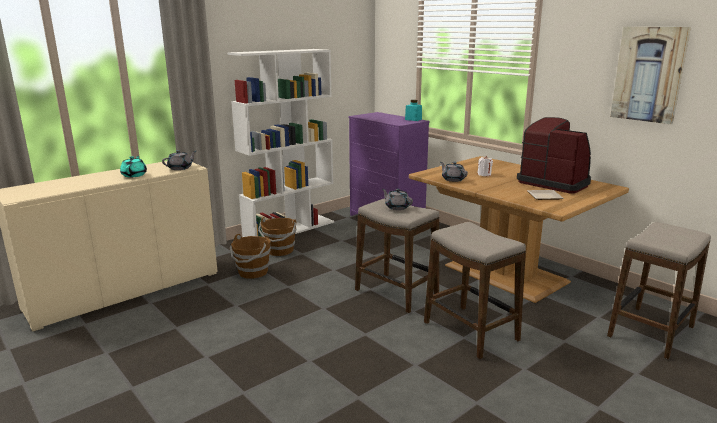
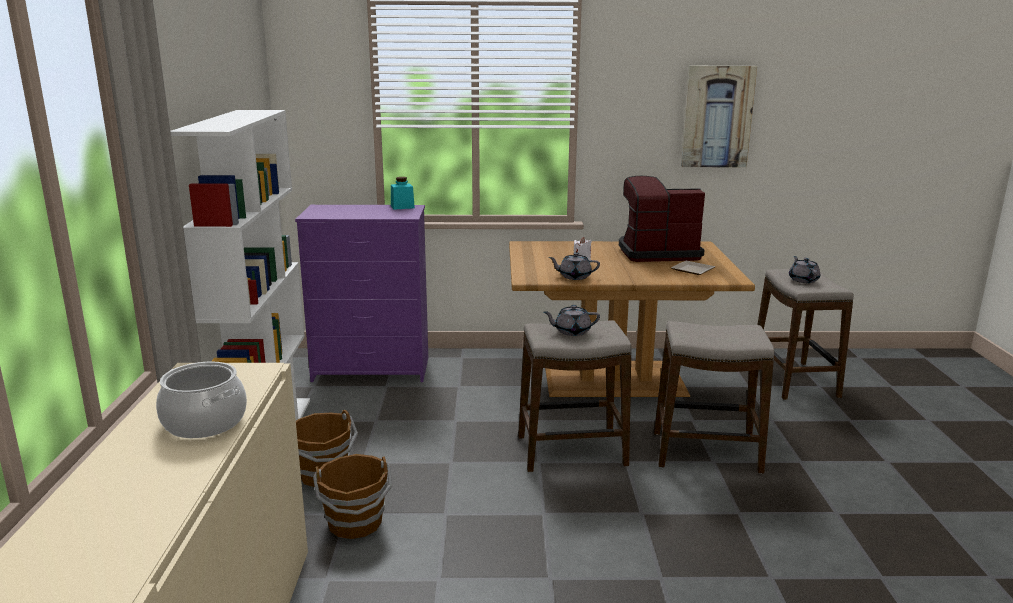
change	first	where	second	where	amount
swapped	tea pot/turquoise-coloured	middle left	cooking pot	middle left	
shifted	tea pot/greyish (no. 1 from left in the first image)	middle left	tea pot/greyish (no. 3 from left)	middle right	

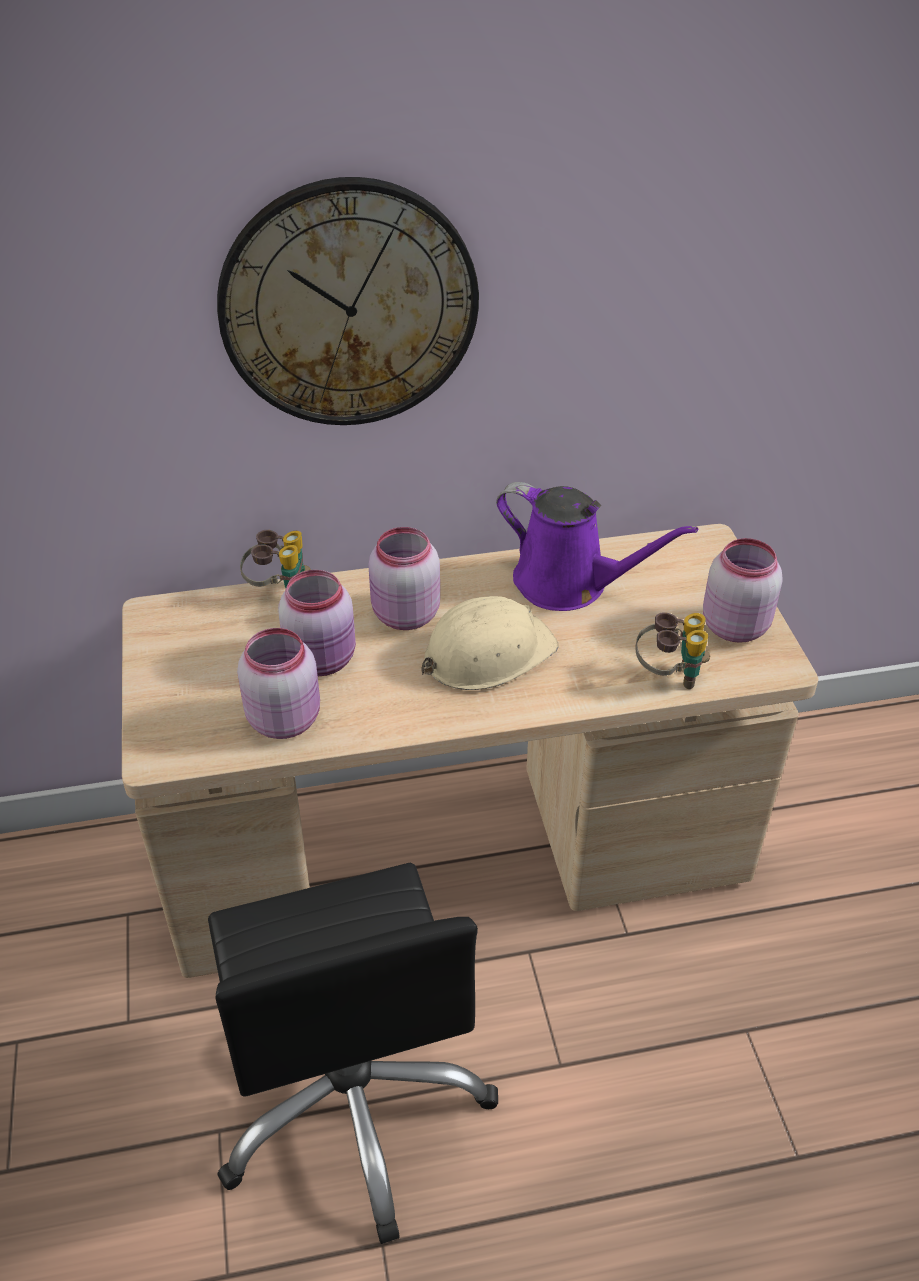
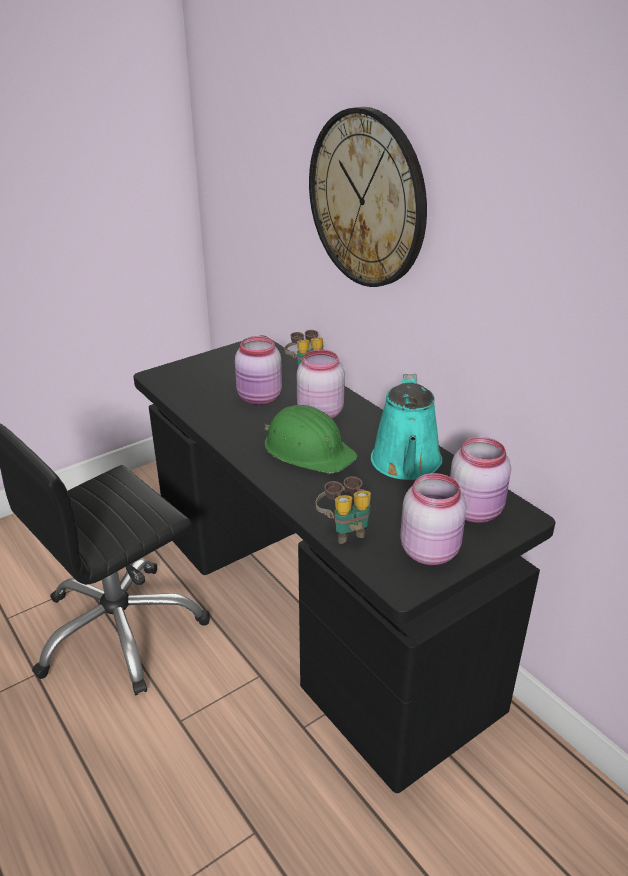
change	first	where	second	where	amount
repainted	desk table/beige-coloured	centre	desk table/black-coloured	centre	
shifted	preserve jar/pink (no. 1 from left in the first image)	middle left	preserve jar/pink (no. 4 from left)	middle right	
repainted	hard hat/beige-coloured	centre	hard hat/green-coloured	centre	
repainted	watering can/purple	centre	watering can/turquoise-coloured	centre	

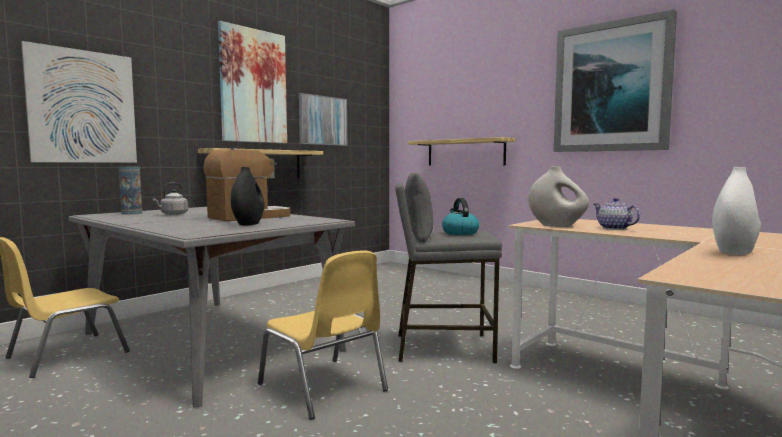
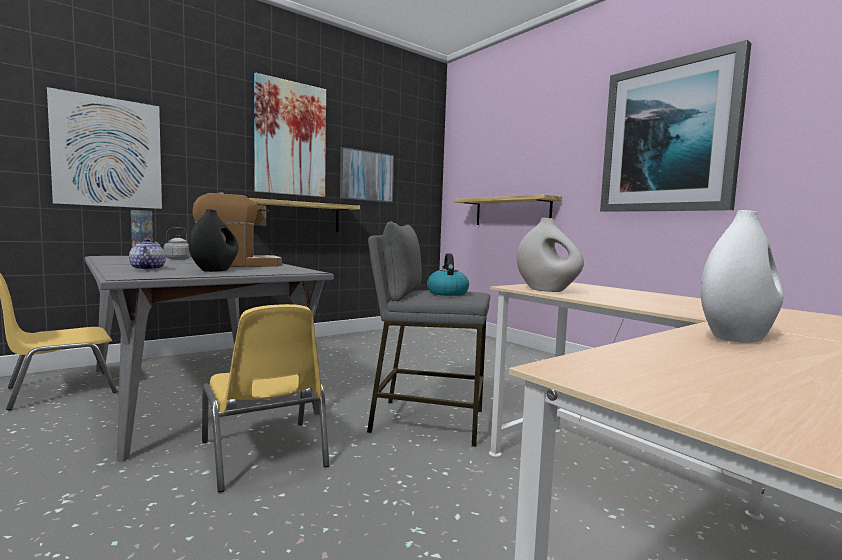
change	first	where	second	where	amount
shifted	tea pot	middle right		middle left	

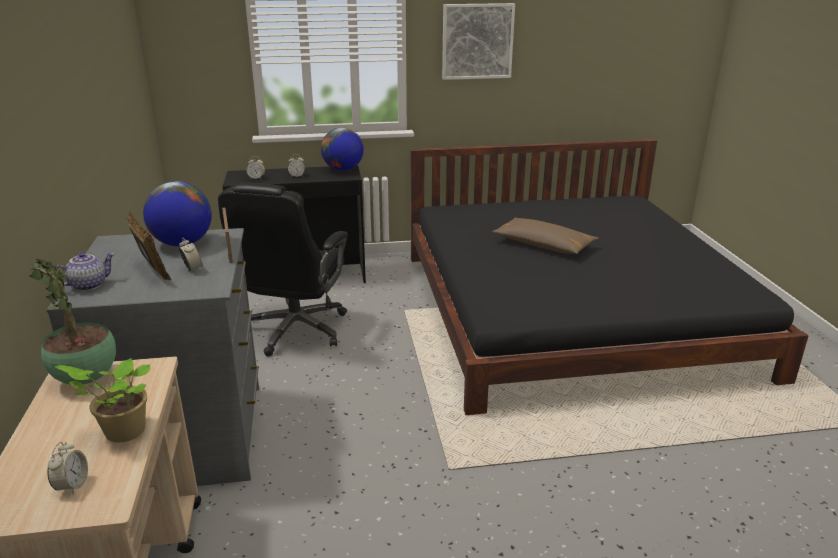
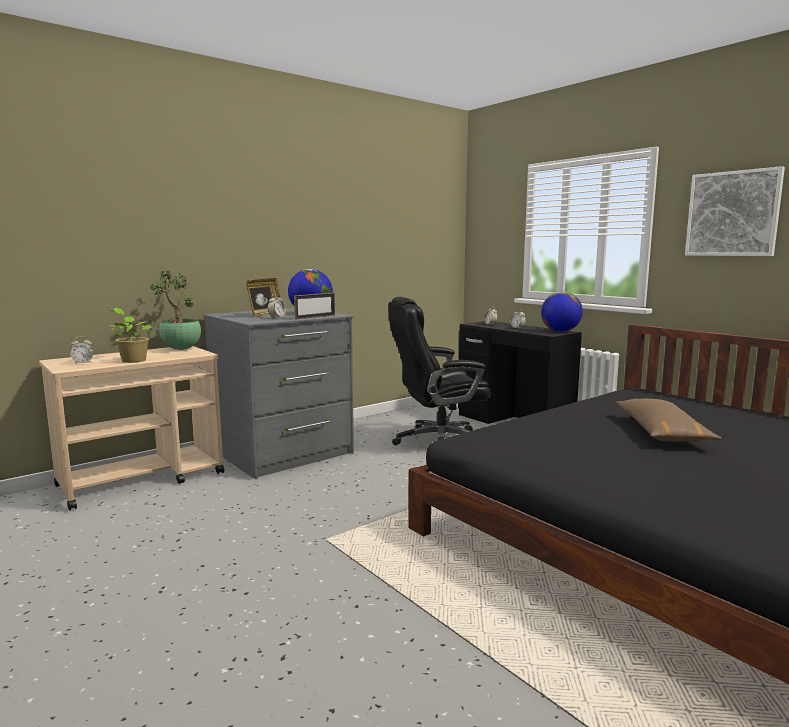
change	first	where	second	where	amount
gone	tea pot	middle left			

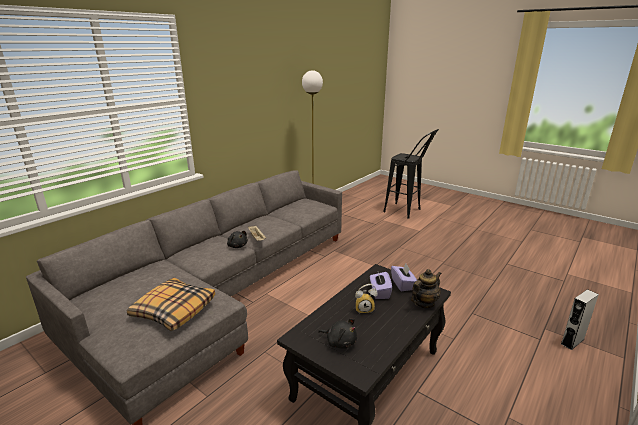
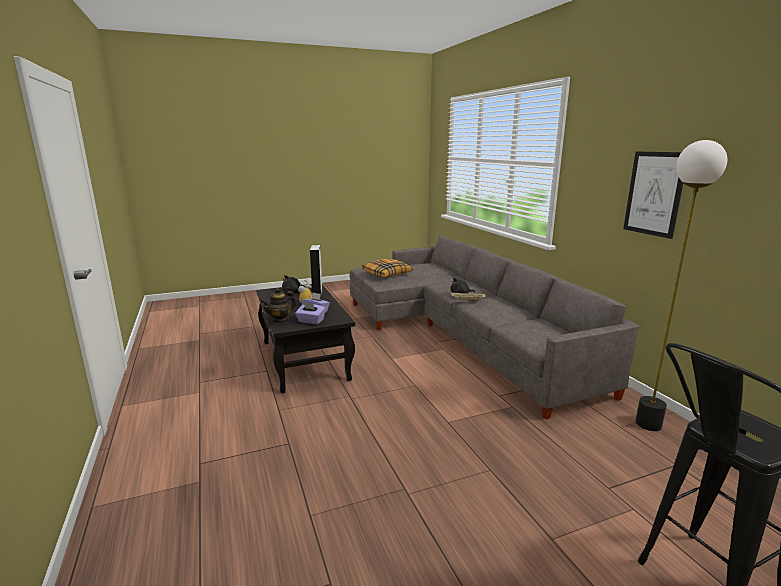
change	first	where	second	where	amount
rotated	tea pot	bottom right		centre	60 degrees clockwise
shifted	speaker/greyish	bottom right		centre	
new			wall picture	top right	

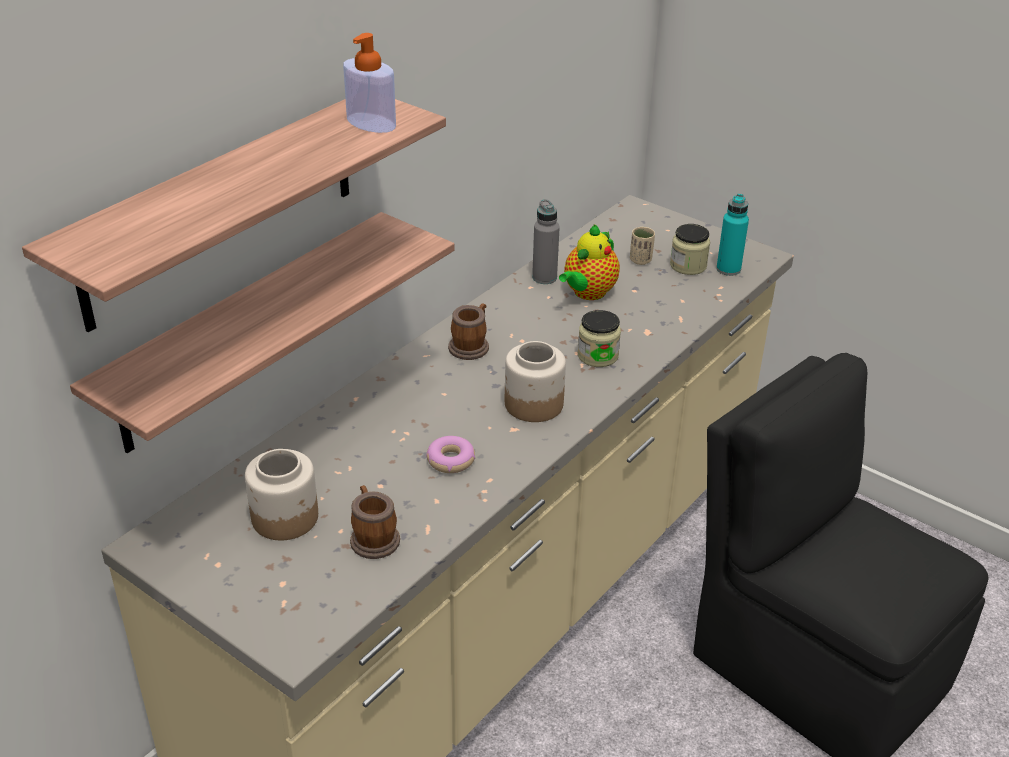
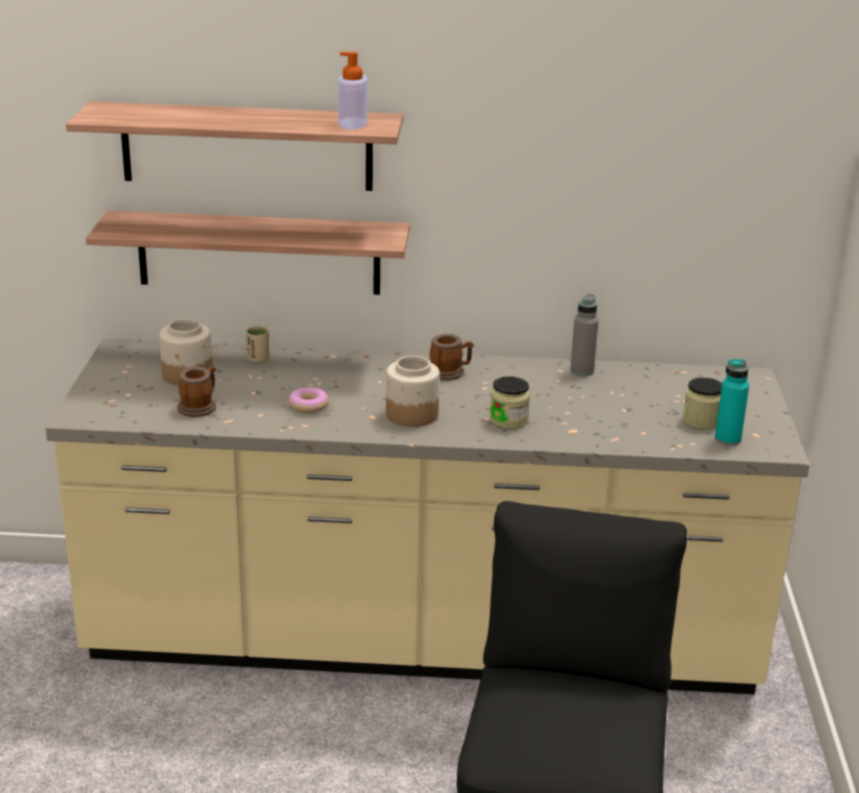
change	first	where	second	where	amount
gone	tea pot	centre			
shifted	drinking cup/beige-coloured	top centre		middle left	

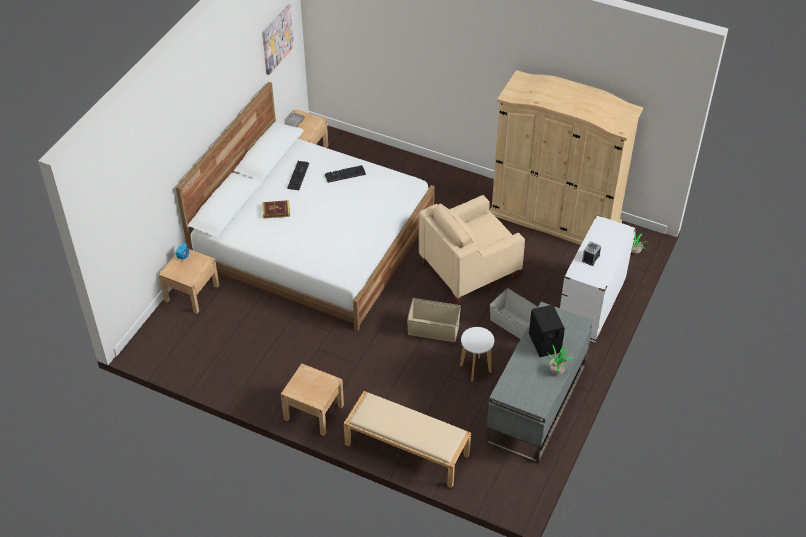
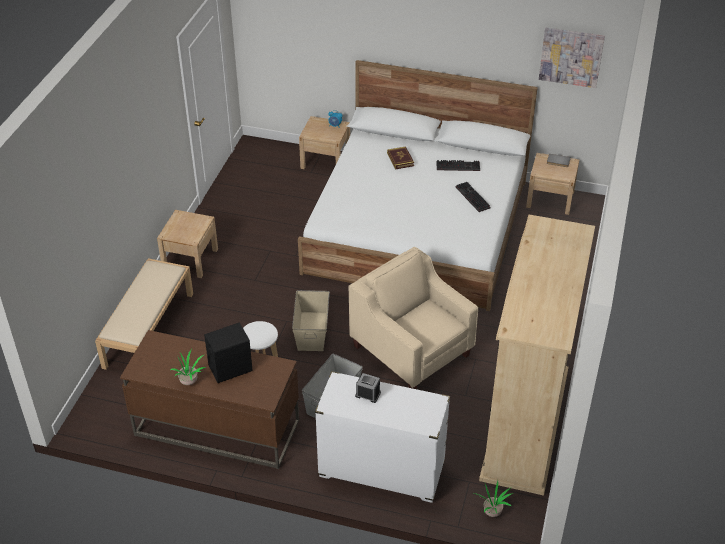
change	first	where	second	where	amount
repainted	desk table/greyish	bottom right	desk table/brownish	bottom left	

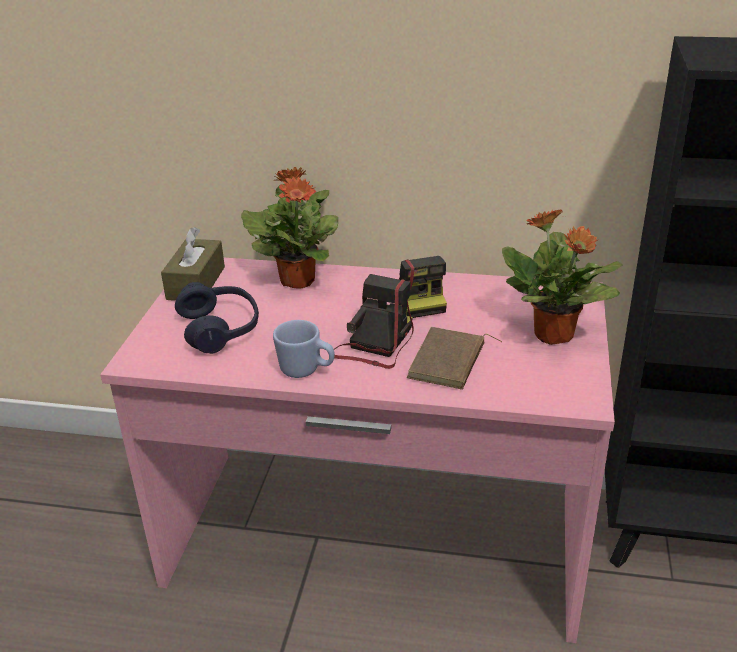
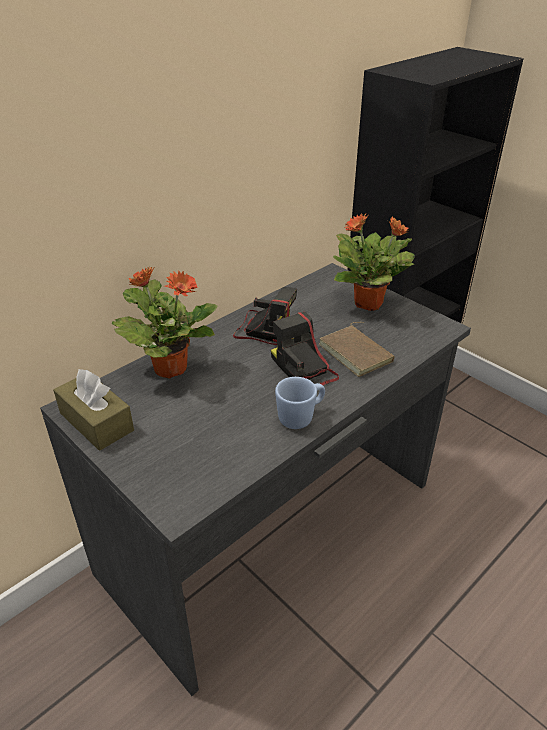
change	first	where	second	where	amount
repainted	desk table/pink	bottom centre	desk table/greyish	centre	
gone	headphones/blue	middle left			

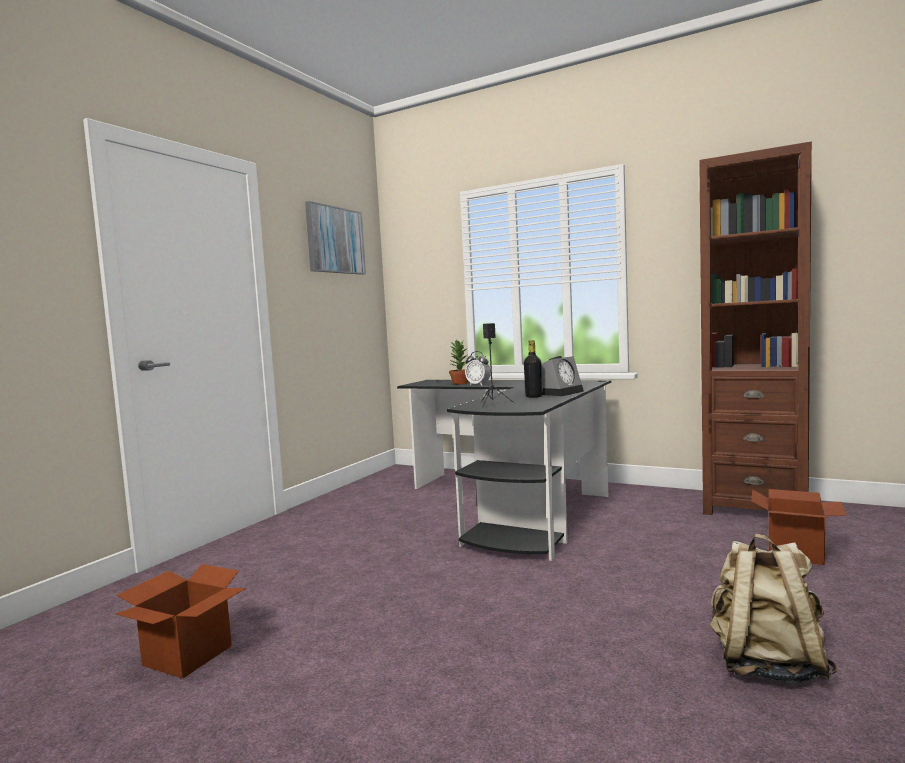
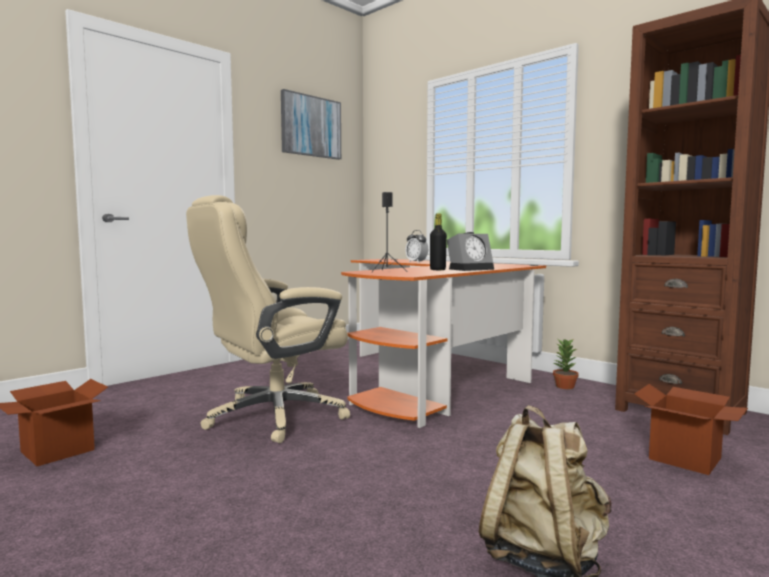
change	first	where	second	where	amount
repainted	desk table/black-coloured	centre	desk table/orangey	centre	
shifted	houseplant	centre		middle right	
new			computer chair/beige-coloured	centre	

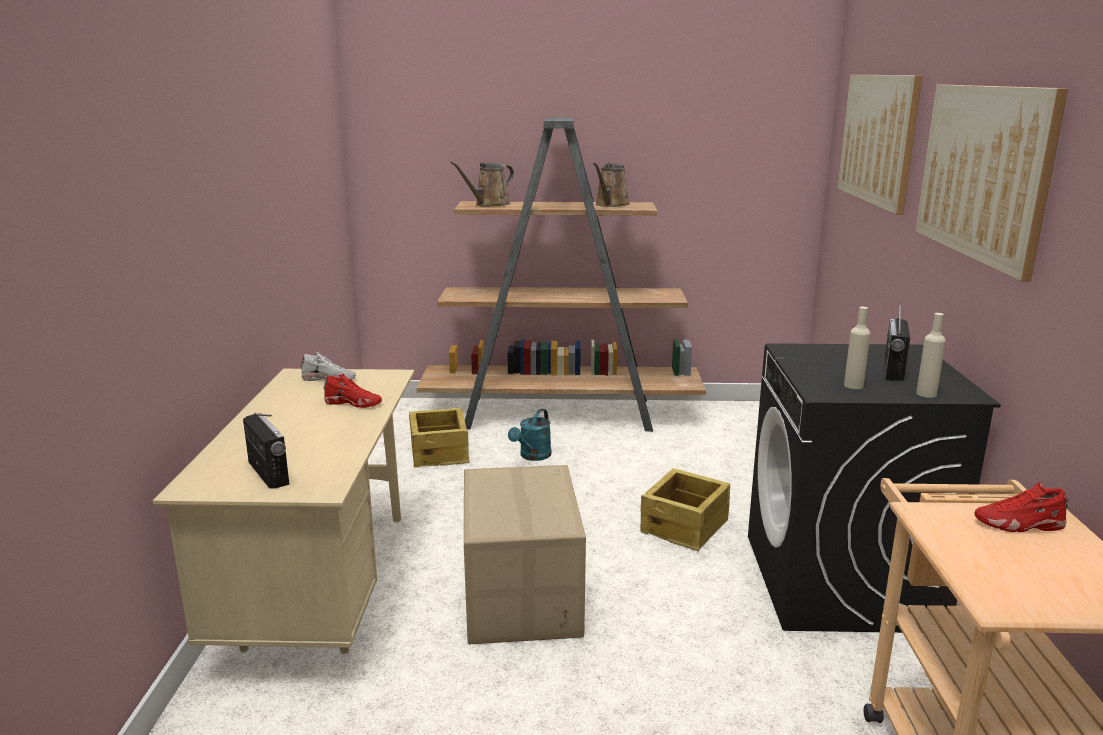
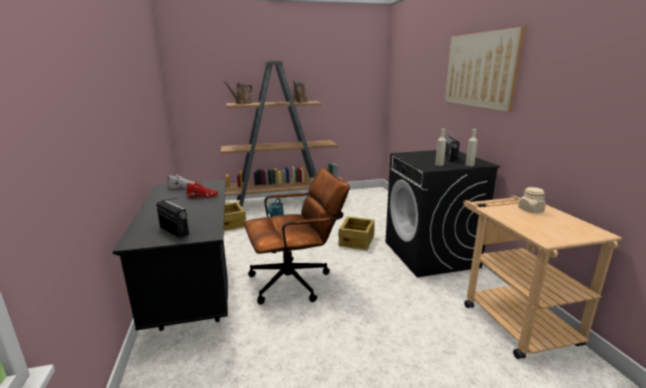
change	first	where	second	where	amount
repainted	desk table/beige-coloured	bottom left	desk table/black-coloured	middle left	
swapped	carton	bottom centre	computer chair/brownish	centre	
gone	wall picture (no. 1 from left)	top right			
swapped	shoe/red-coloured (no. 2 from left)	bottom right	preserve jar/beige-coloured	middle right	

